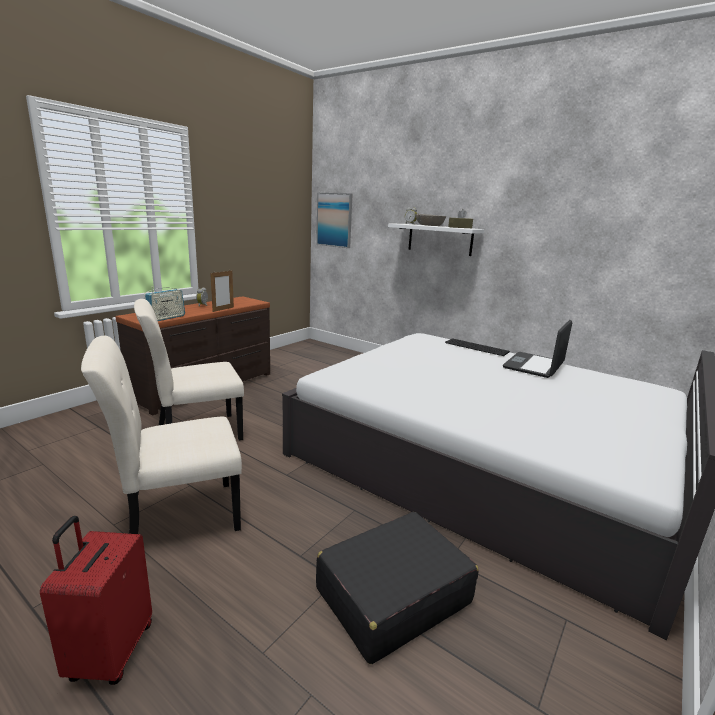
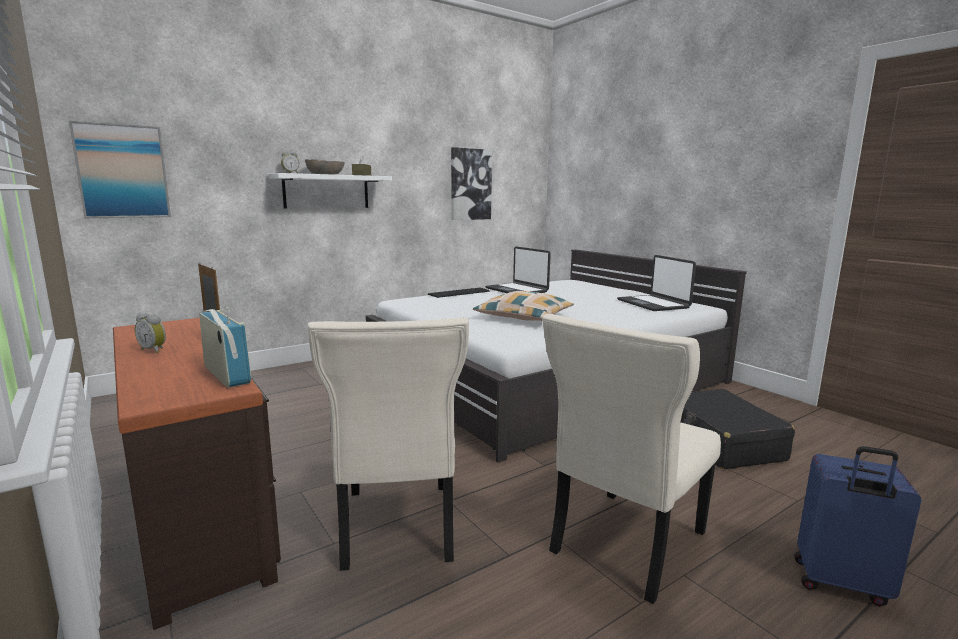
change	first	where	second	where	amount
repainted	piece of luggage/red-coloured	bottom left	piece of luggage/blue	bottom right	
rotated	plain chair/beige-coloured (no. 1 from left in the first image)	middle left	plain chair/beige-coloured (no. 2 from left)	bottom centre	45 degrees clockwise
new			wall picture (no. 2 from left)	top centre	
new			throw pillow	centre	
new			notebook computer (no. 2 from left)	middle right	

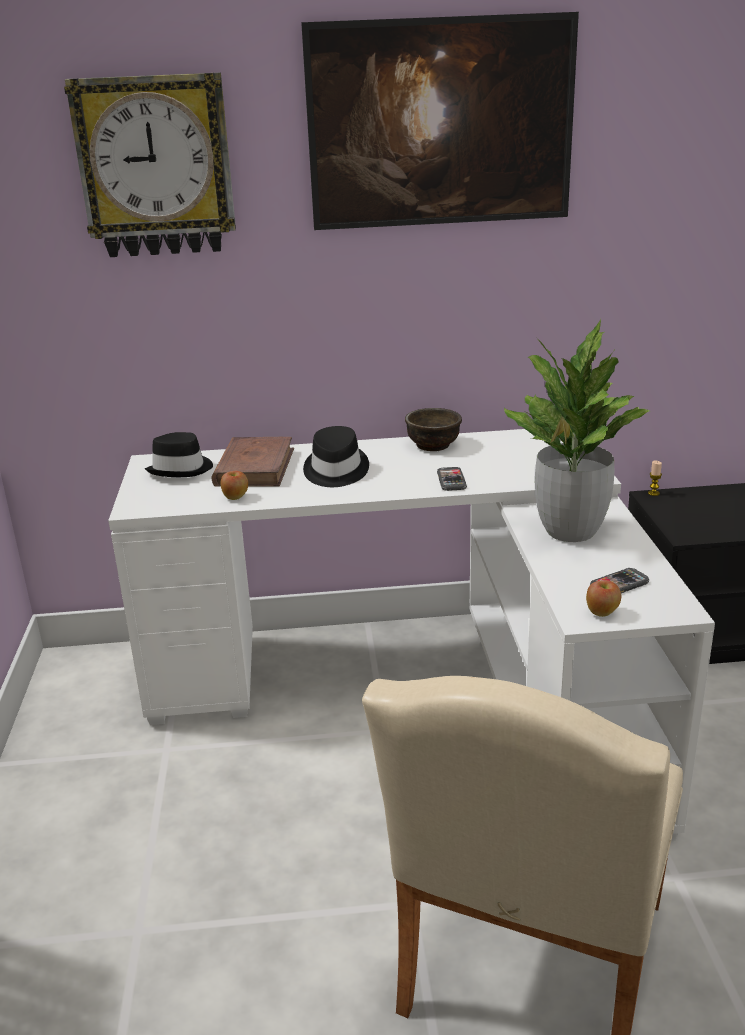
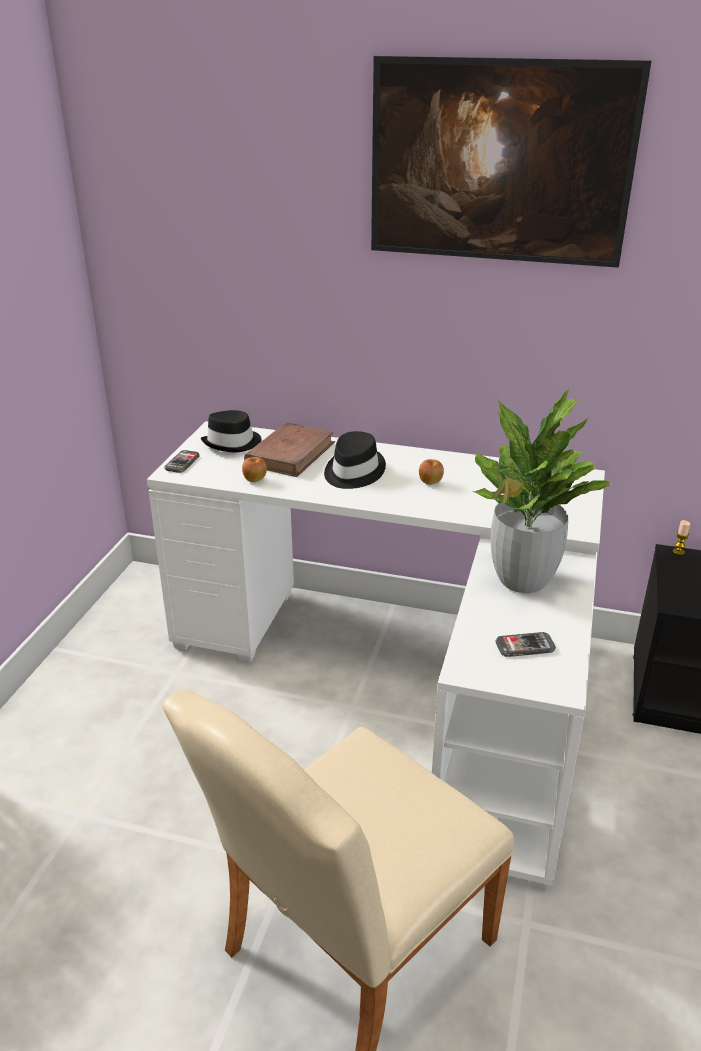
change	first	where	second	where	amount
gone	wall clock	top left			
gone	serving bowl/brownish	centre			
shifted	telephone (no. 1 from left)	centre		middle left	
shifted	apple fruit (no. 2 from left)	middle right		centre	

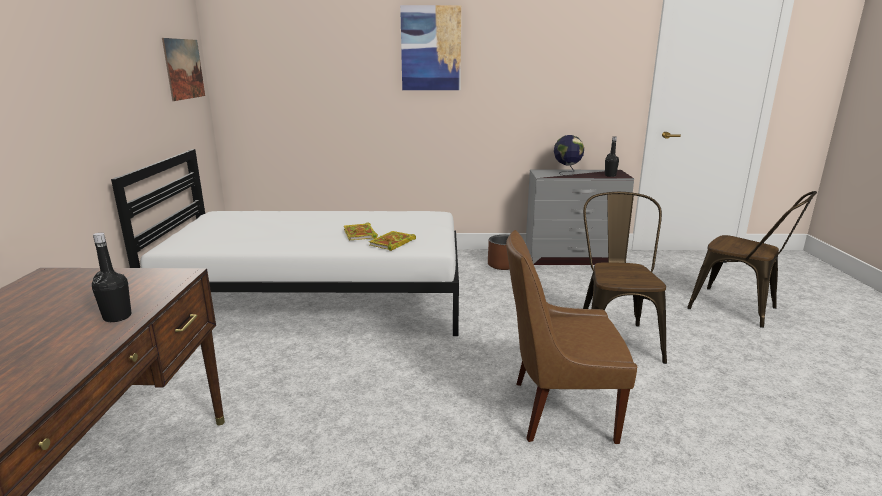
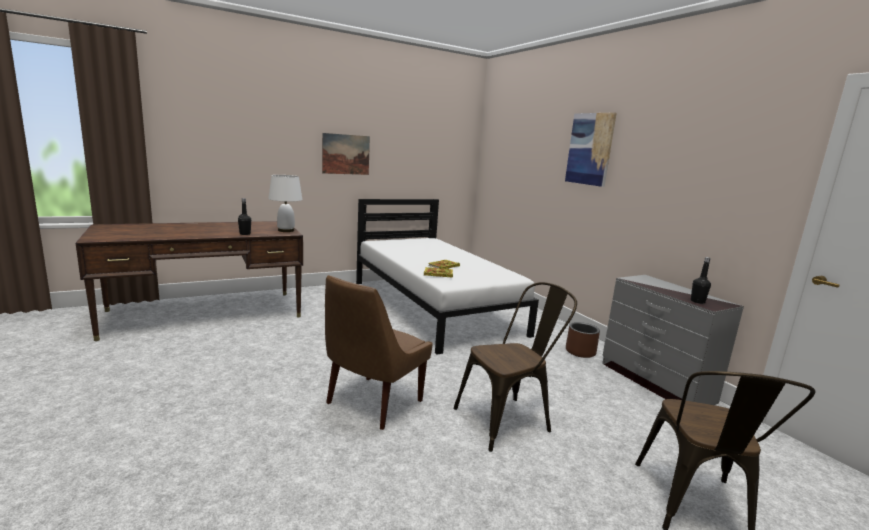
change	first	where	second	where	amount
shifted	wall picture (no. 1 from left)	top left		top centre	
rotated	plain chair/brownish (no. 1 from left)	bottom centre		centre	120 degrees counterclockwise
gone	desk globe	top centre			
new			tabletop lamp/whitish	middle left	

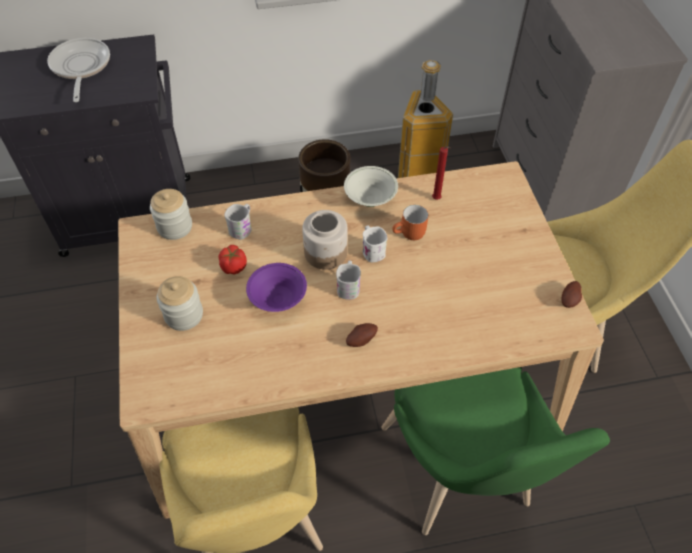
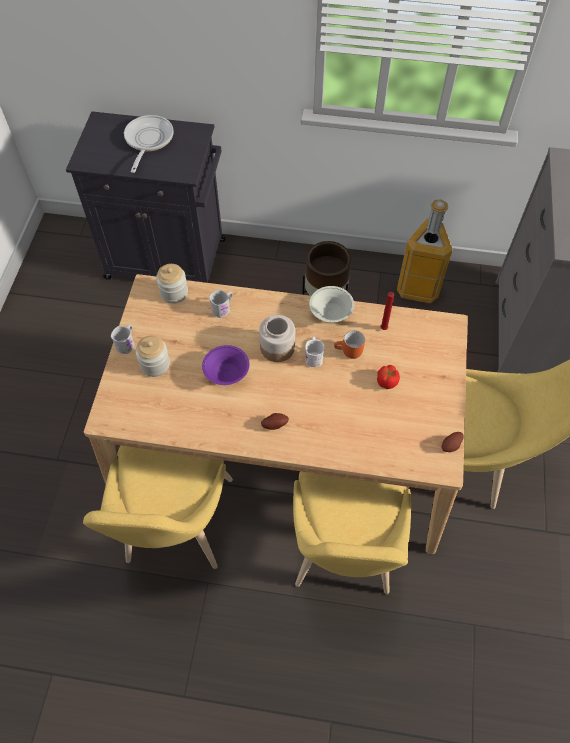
change	first	where	second	where	amount
shifted	whole tomato	centre		middle right	
shifted	tea mug/whitish (no. 2 from left in the first image)	centre	tea mug/whitish (no. 1 from left)	middle left	
repainted	plain chair/green-coloured	bottom right	plain chair/yellowish (no. 2 from left)	bottom centre	

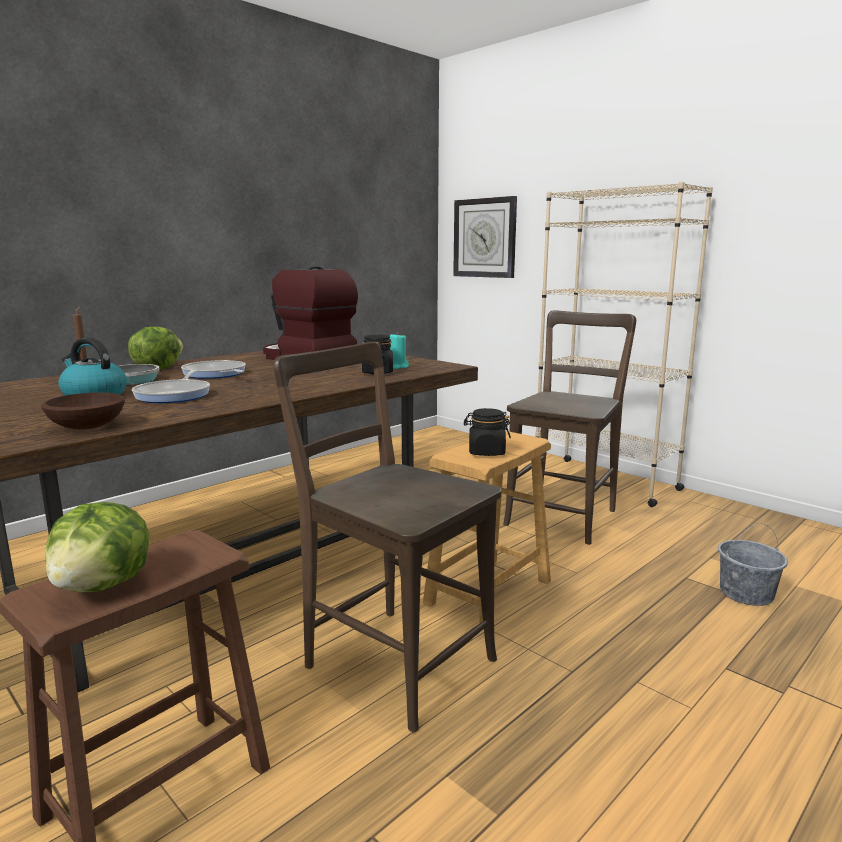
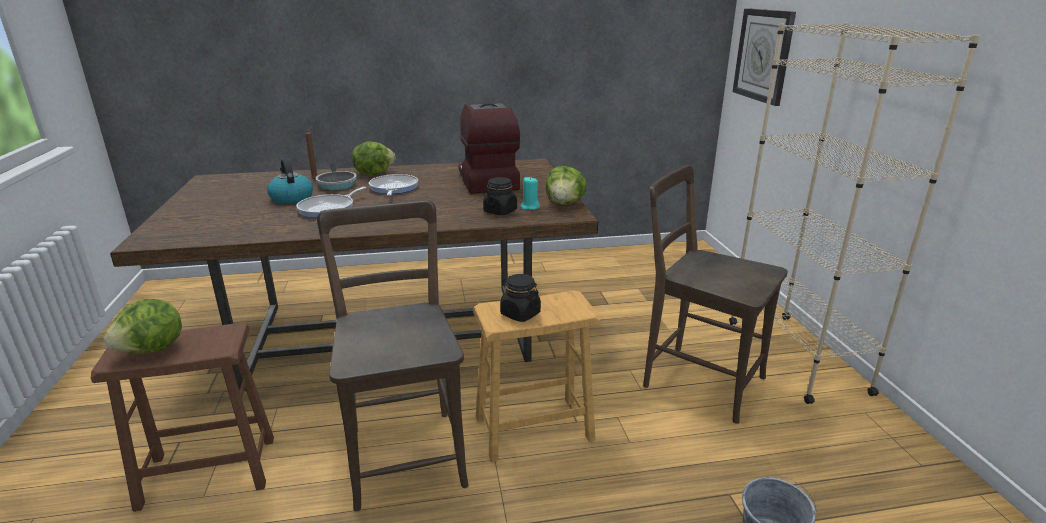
change	first	where	second	where	amount
gone	serving bowl/brownish	middle left			
rotated	plain chair/brownish (no. 2 from left)	middle right		middle right	120 degrees counterclockwise
new			head of lettuce (no. 3 from left)	centre	

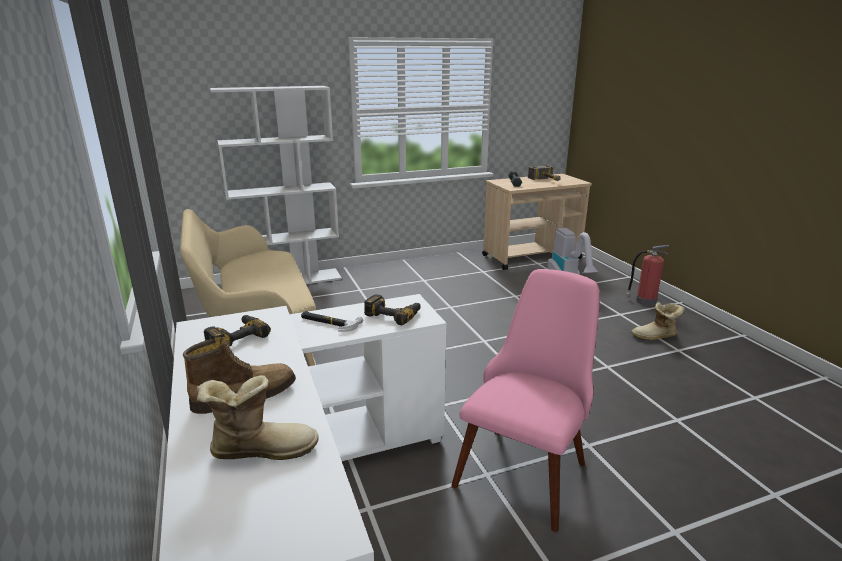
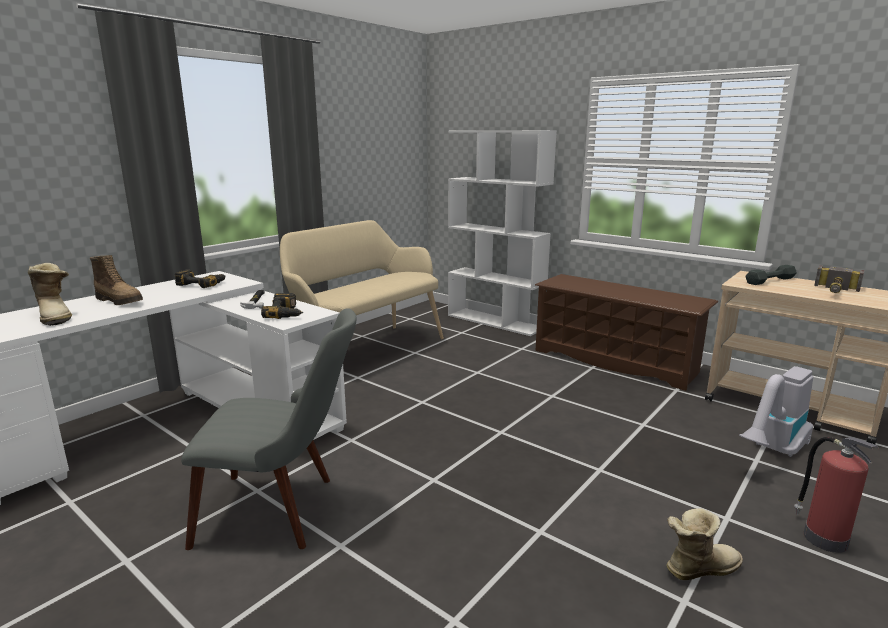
change	first	where	second	where	amount
repainted	plain chair/pink	bottom centre	plain chair/greyish	bottom left	
rotated	boot (no. 3 from left)	middle right		bottom right	105 degrees clockwise
new			shoe rack/brownish	middle right	

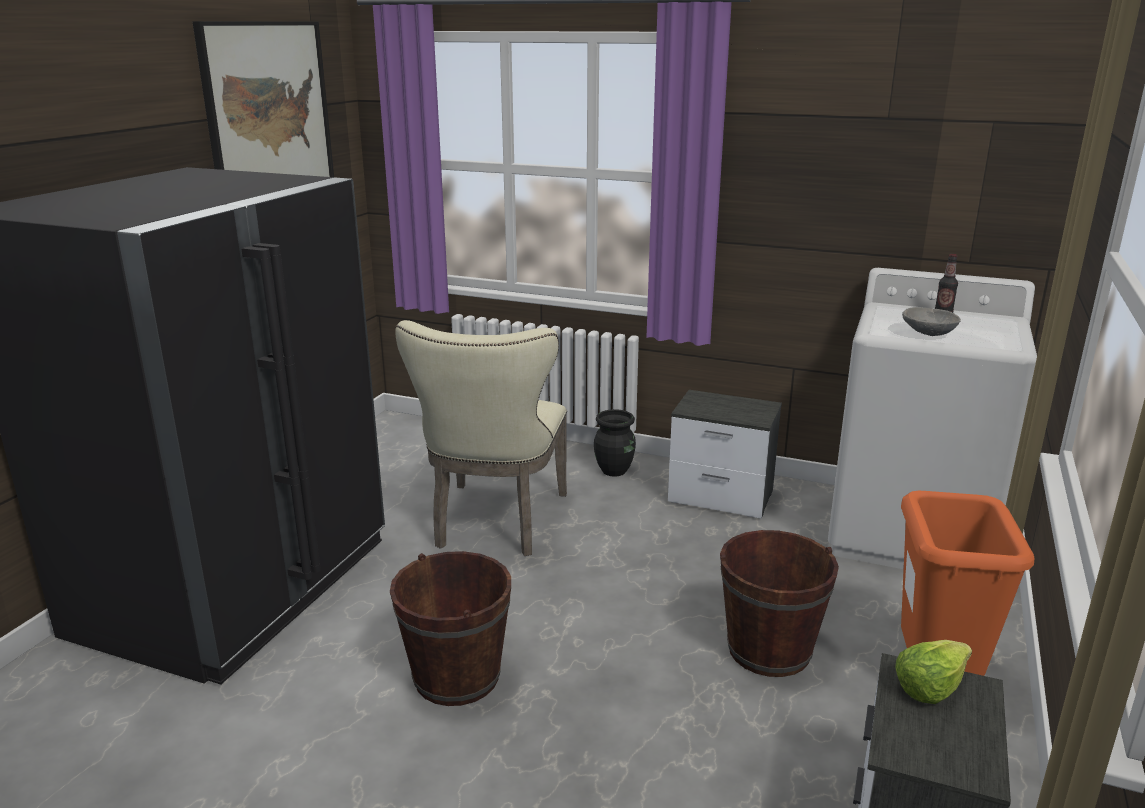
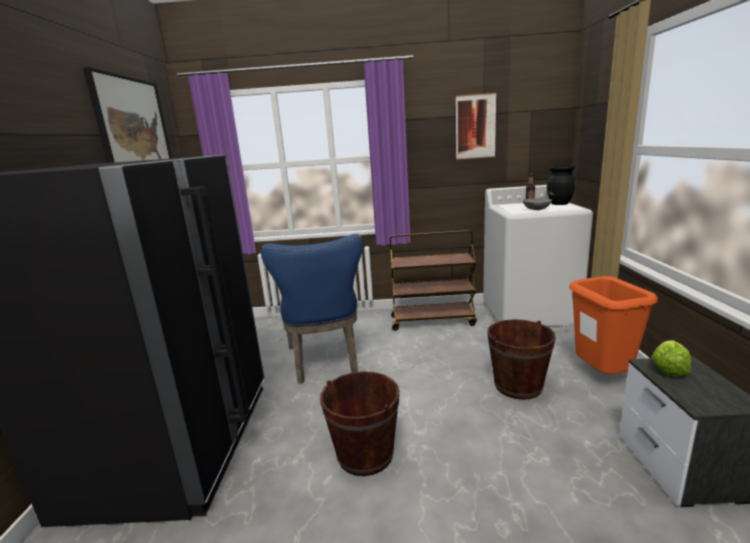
change	first	where	second	where	amount
repainted	plain chair/beige-coloured	centre	plain chair/blue	centre	
shifted	vase/black-coloured	centre		middle right	
swapped	night table (no. 1 from left)	centre	trolley/brownish	centre	
new			wall picture (no. 2 from left)	top centre	

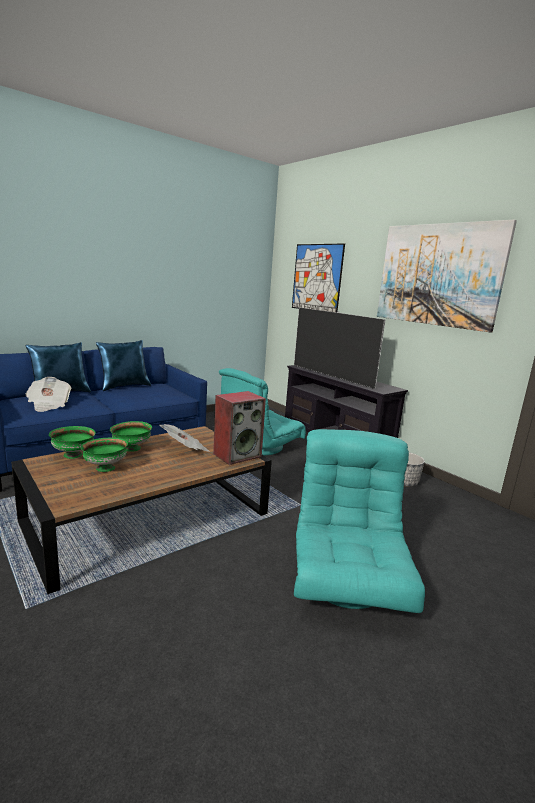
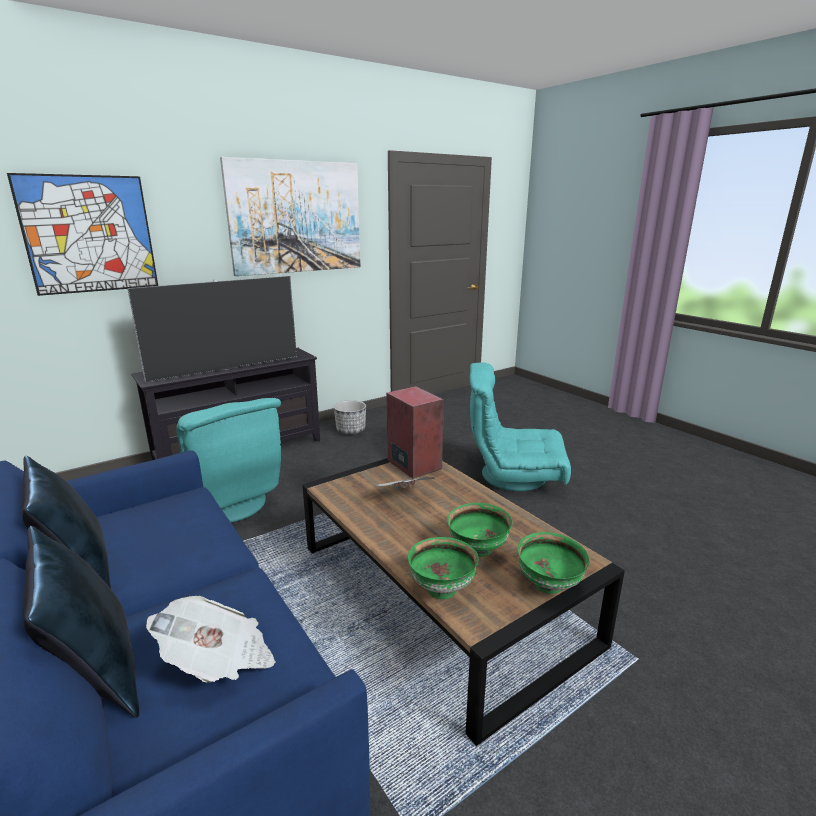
change	first	where	second	where	amount
shifted	serving bowl/green-coloured (no. 3 from left)	middle left		bottom right	

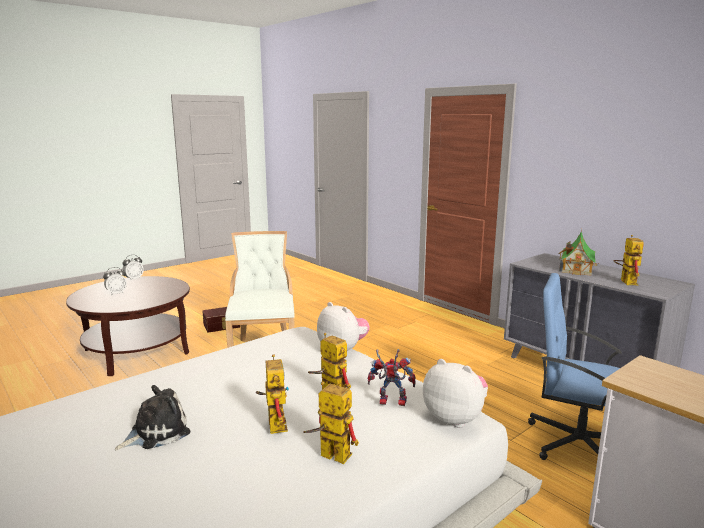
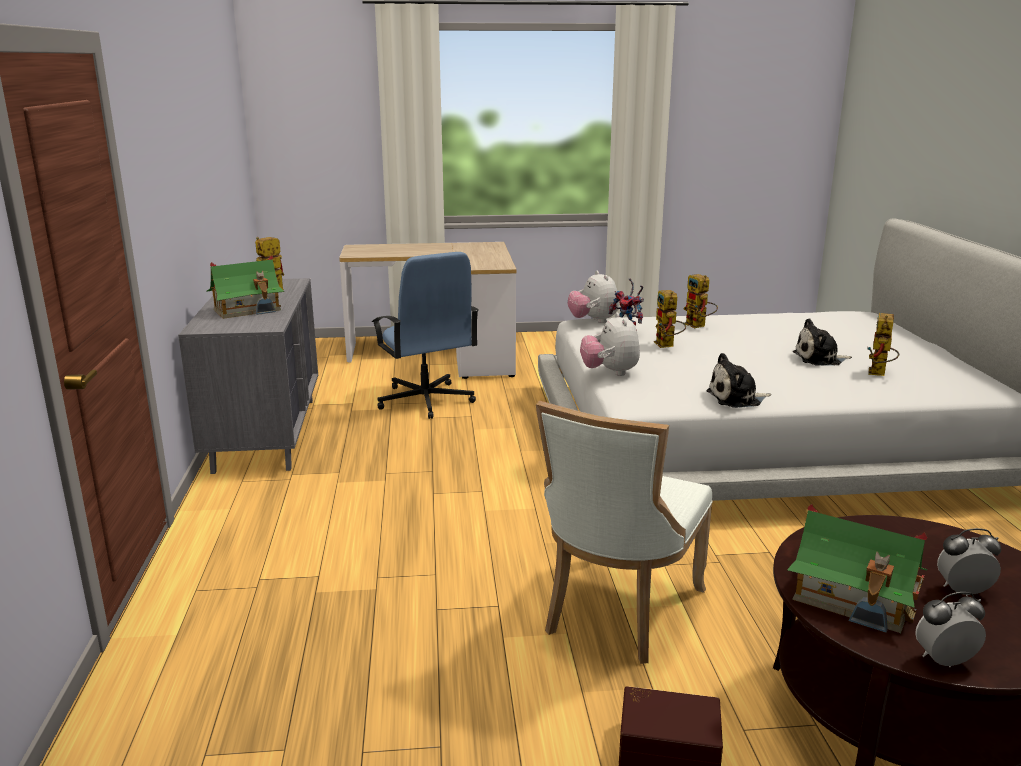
change	first	where	second	where	amount
shifted	model robot (no. 1 from left in the first image)	bottom centre	model robot (no. 5 from left)	middle right	
new			plush toy (no. 3 from left)	middle right	
new			toy house (no. 2 from left)	bottom right	

